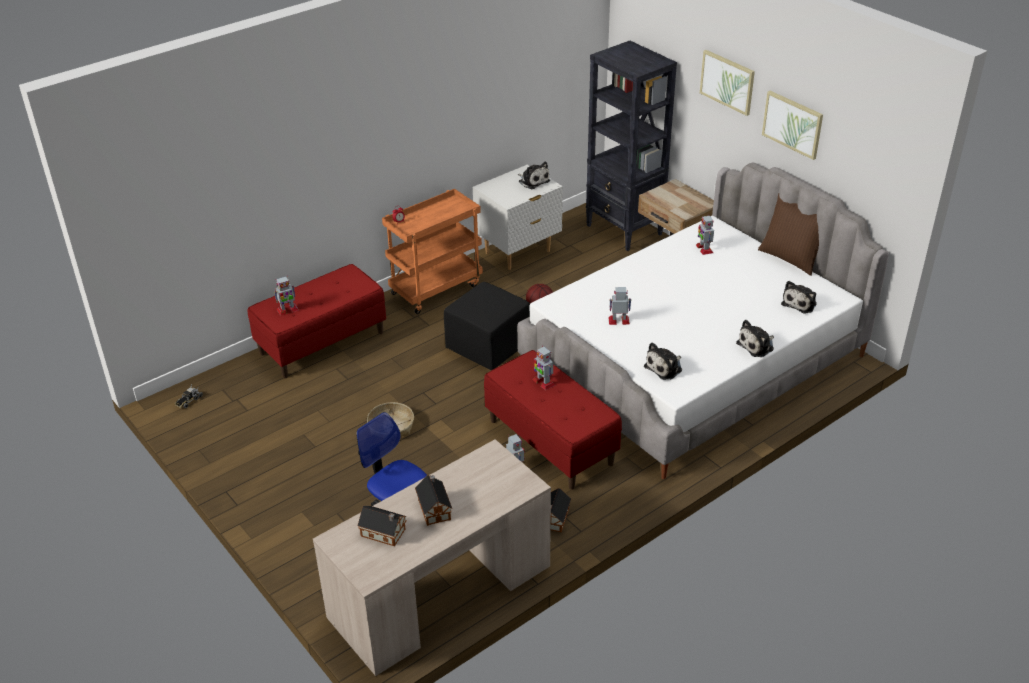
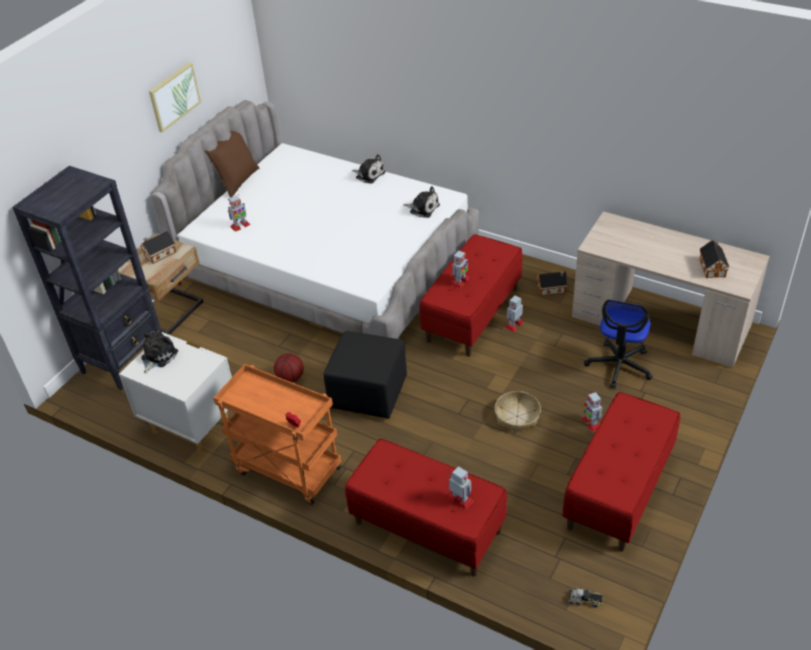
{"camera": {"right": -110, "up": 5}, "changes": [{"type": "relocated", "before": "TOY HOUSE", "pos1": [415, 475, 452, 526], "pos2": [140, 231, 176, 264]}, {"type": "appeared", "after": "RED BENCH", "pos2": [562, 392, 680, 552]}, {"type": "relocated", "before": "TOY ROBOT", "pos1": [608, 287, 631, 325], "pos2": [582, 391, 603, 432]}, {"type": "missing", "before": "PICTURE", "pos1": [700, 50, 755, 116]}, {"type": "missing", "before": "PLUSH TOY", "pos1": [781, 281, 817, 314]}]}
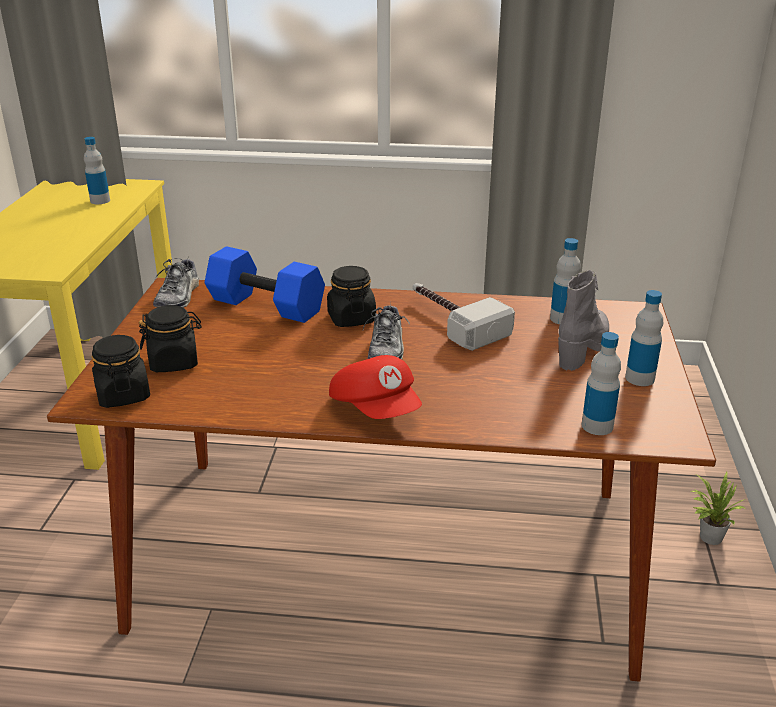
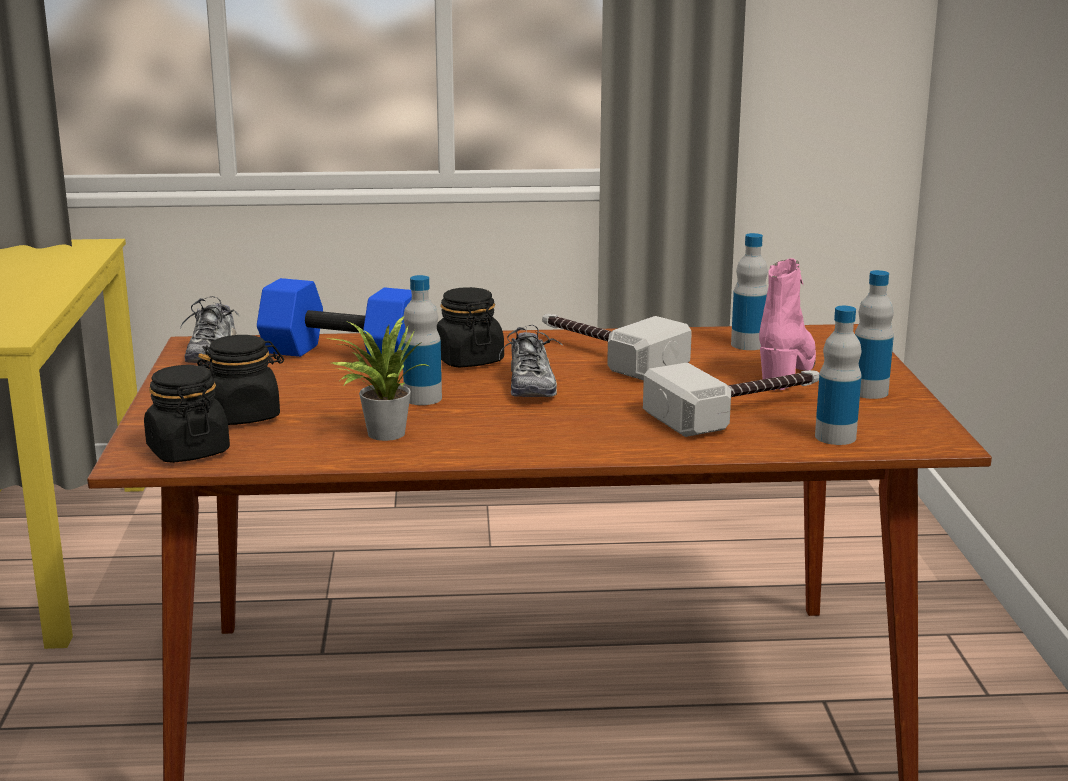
{"camera": {"right": -10, "up": -10}, "changes": [{"type": "relocated", "before": "POTTED PLANT", "pos1": [691, 472, 745, 545], "pos2": [331, 316, 430, 441]}, {"type": "relocated", "before": "BOTTLE", "pos1": [84, 137, 110, 204], "pos2": [402, 275, 442, 405]}, {"type": "appeared", "after": "HAMMER", "pos2": [643, 362, 819, 437]}, {"type": "colour", "before": "GREY BOOT", "after": "PINK BOOT", "pos1": [558, 270, 609, 371], "pos2": [759, 258, 816, 390]}, {"type": "missing", "before": "RED CAP", "pos1": [329, 355, 422, 419]}]}
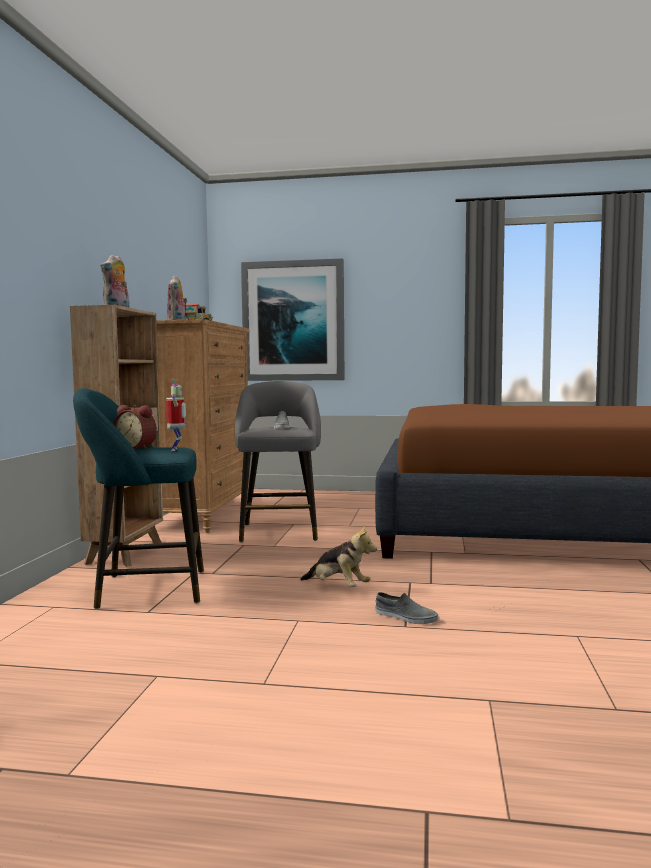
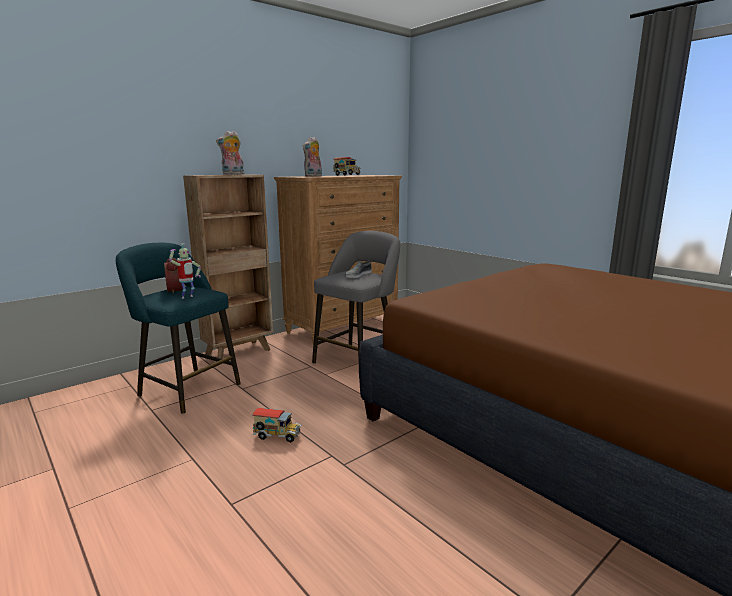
{"camera": {"right": 40, "up": 10}, "changes": [{"type": "exchanged", "before": "PLUSH TOY", "after": "TOY TRUCK", "pos1": [300, 526, 377, 587], "pos2": [252, 408, 302, 442]}, {"type": "missing", "before": "PICTURE", "pos1": [241, 258, 344, 381]}, {"type": "missing", "before": "GREY SHOE", "pos1": [376, 592, 438, 624]}]}
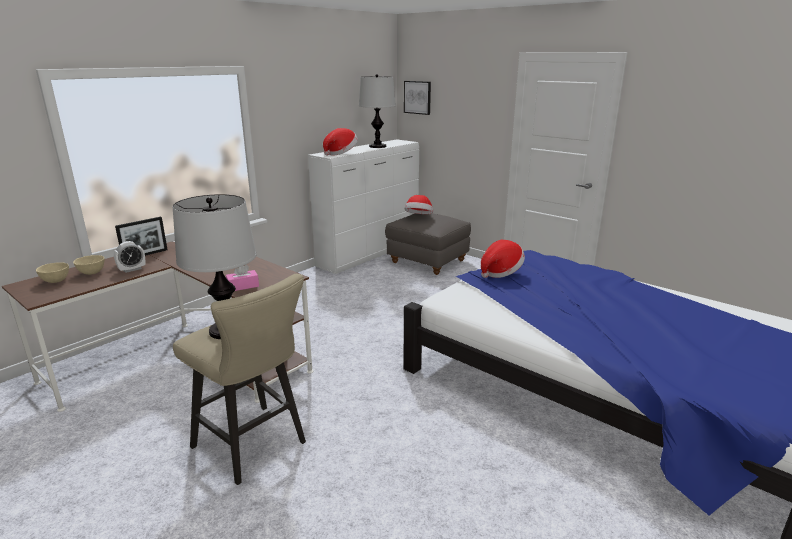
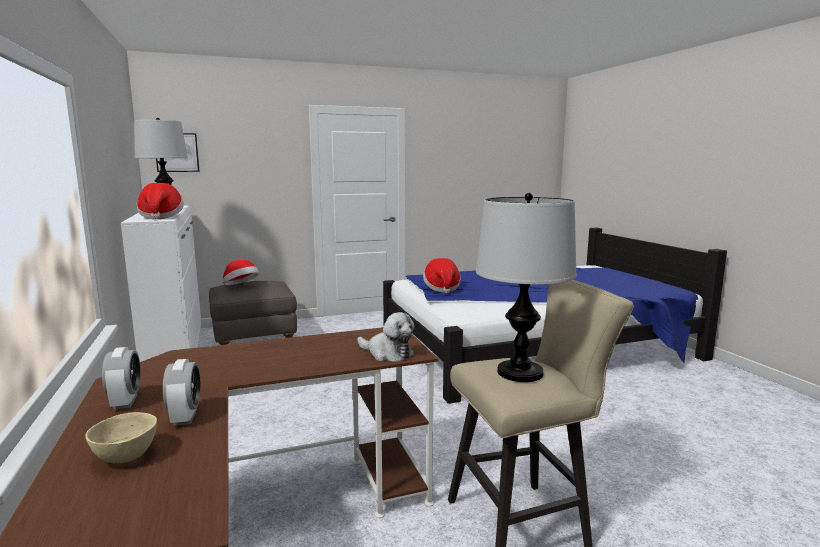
{"camera": {"right": -60, "up": -10}, "changes": [{"type": "exchanged", "before": "PICTURE FRAME", "after": "ALARM CLOCK", "pos1": [115, 216, 168, 256], "pos2": [102, 347, 141, 410]}, {"type": "exchanged", "before": "PINK TISSUE BOX", "after": "PLUSH TOY", "pos1": [226, 265, 259, 291], "pos2": [357, 312, 415, 362]}, {"type": "missing", "before": "BEIGE BOWL", "pos1": [36, 262, 69, 283]}]}
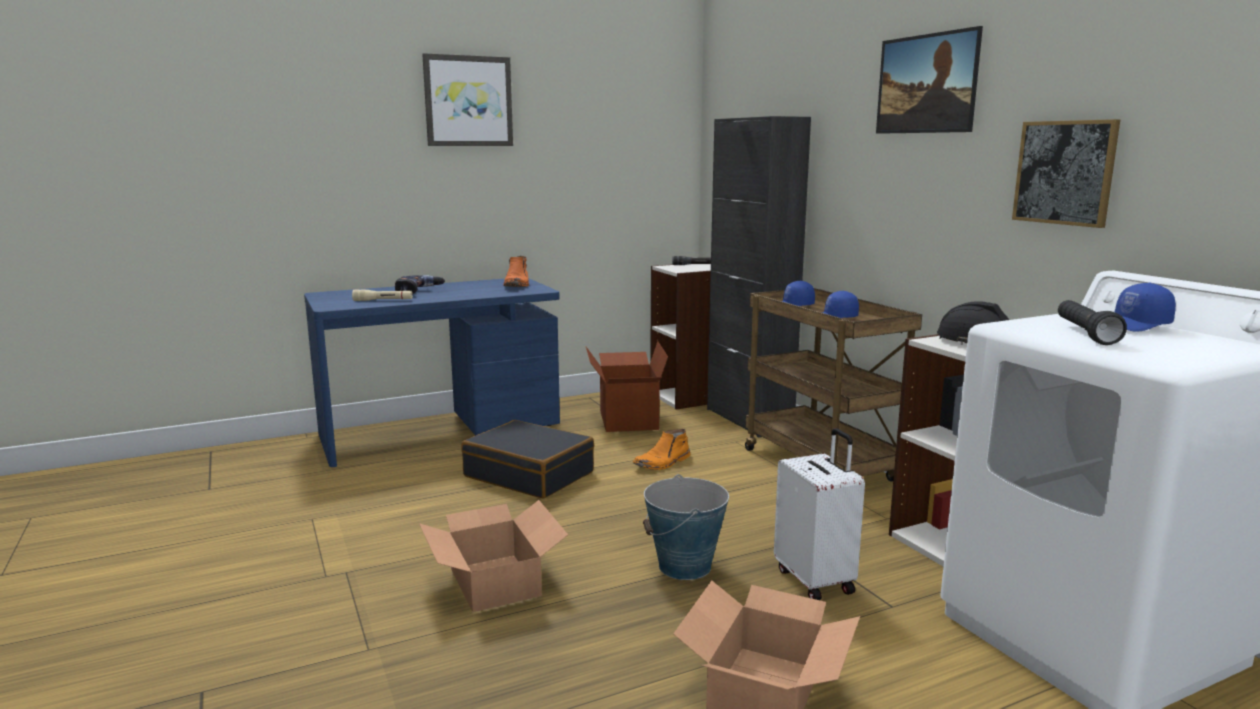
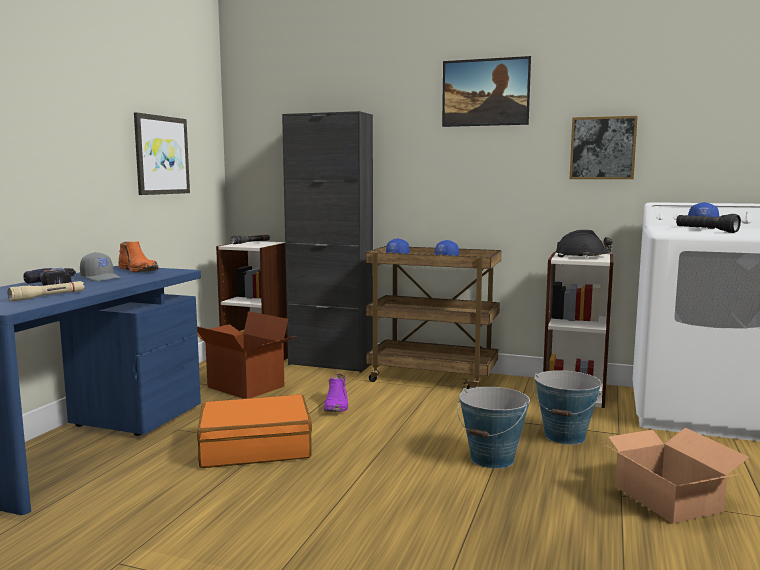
{"camera": {"right": -45, "up": -5}, "changes": [{"type": "appeared", "after": "GREY CAP", "pos2": [80, 252, 121, 281]}, {"type": "relocated", "before": "PICTURE", "pos1": [422, 53, 513, 146], "pos2": [134, 112, 190, 195]}, {"type": "colour", "before": "BLACK SUITCASE", "after": "ORANGE SUITCASE", "pos1": [461, 420, 594, 498], "pos2": [197, 394, 312, 468]}, {"type": "colour", "before": "ORANGE BOOT", "after": "PURPLE BOOT", "pos1": [633, 429, 690, 470], "pos2": [324, 374, 348, 412]}, {"type": "exchanged", "before": "WHITE SUITCASE", "after": "BUCKET", "pos1": [774, 428, 865, 600], "pos2": [533, 370, 602, 445]}, {"type": "missing", "before": "CARDBOARD BOX", "pos1": [419, 500, 568, 612]}]}
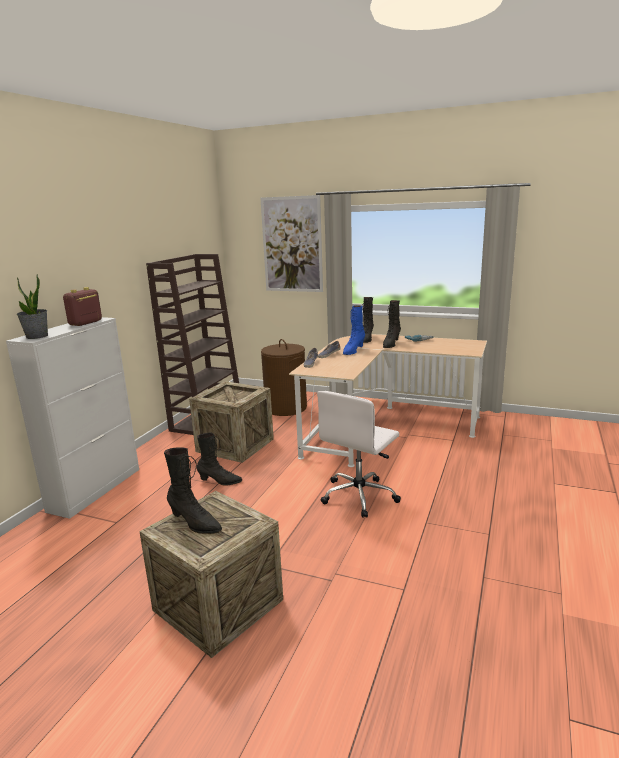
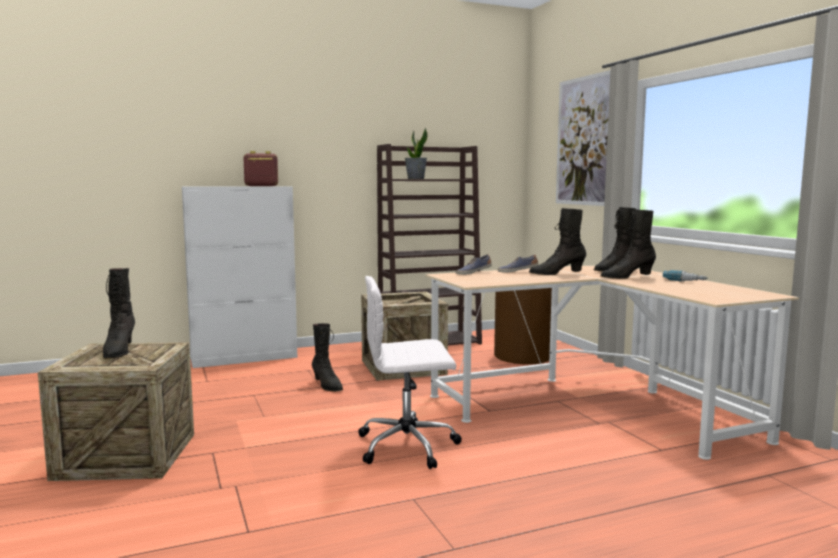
{"camera": {"right": 45, "up": -10}, "changes": [{"type": "relocated", "before": "POTTED PLANT", "pos1": [17, 274, 48, 339], "pos2": [404, 128, 428, 179]}, {"type": "colour", "before": "BLUE BOOT", "after": "BLACK BOOT", "pos1": [343, 305, 365, 355], "pos2": [529, 208, 586, 275]}]}
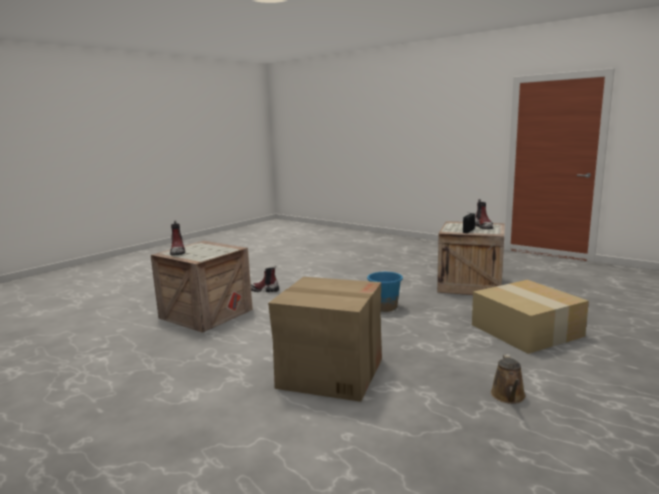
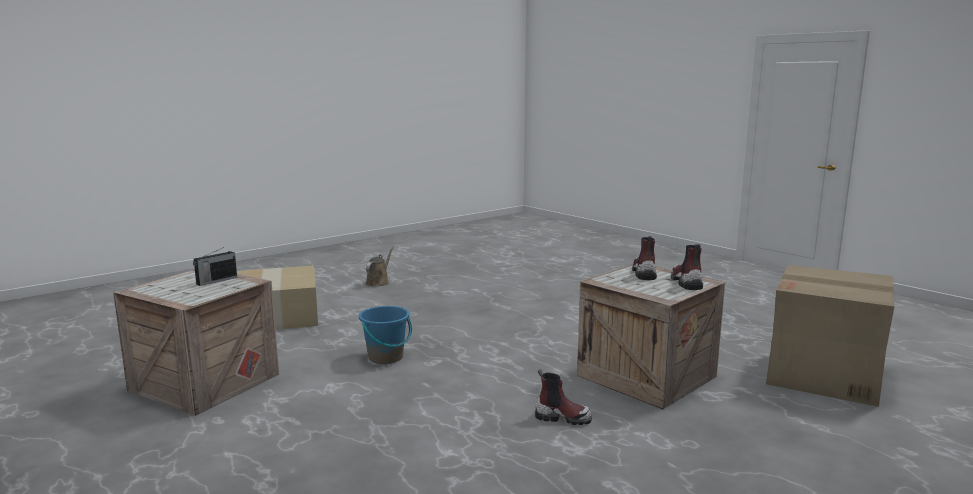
{"camera": {"right": -170, "up": 0}, "changes": [{"type": "relocated", "before": "BOOT", "pos1": [475, 199, 493, 229], "pos2": [632, 236, 657, 280]}, {"type": "relocated", "before": "CARDBOARD BOX", "pos1": [268, 277, 382, 402], "pos2": [766, 265, 894, 407]}]}
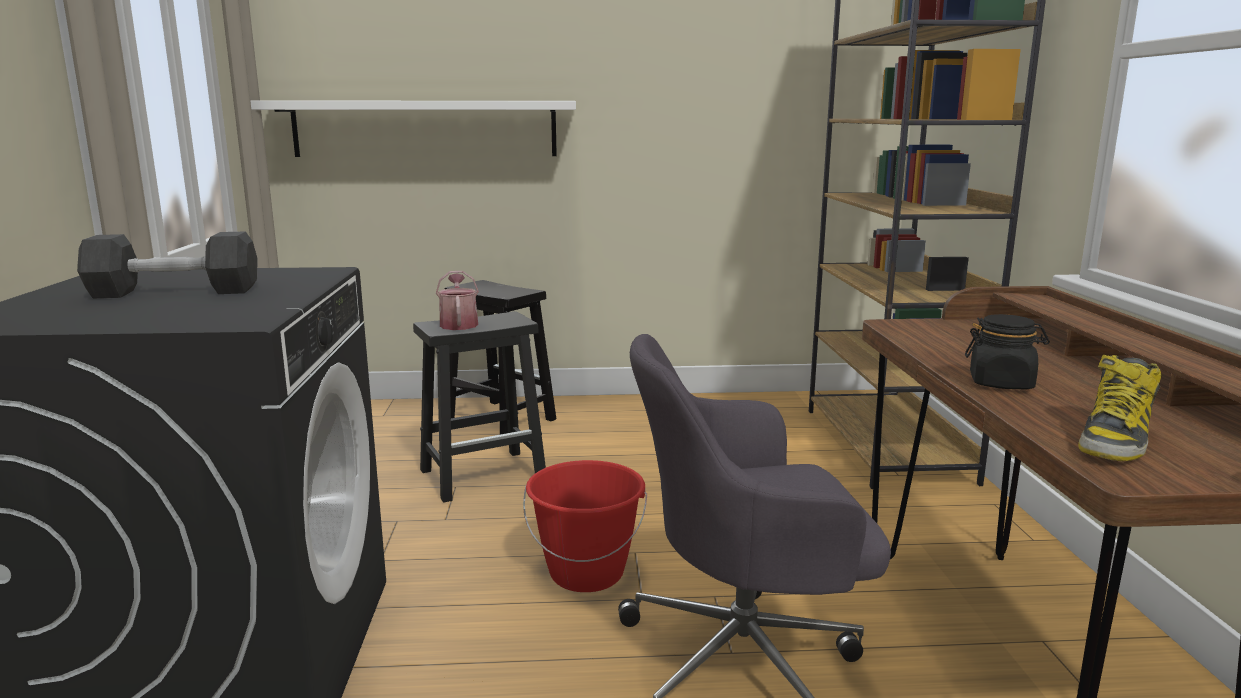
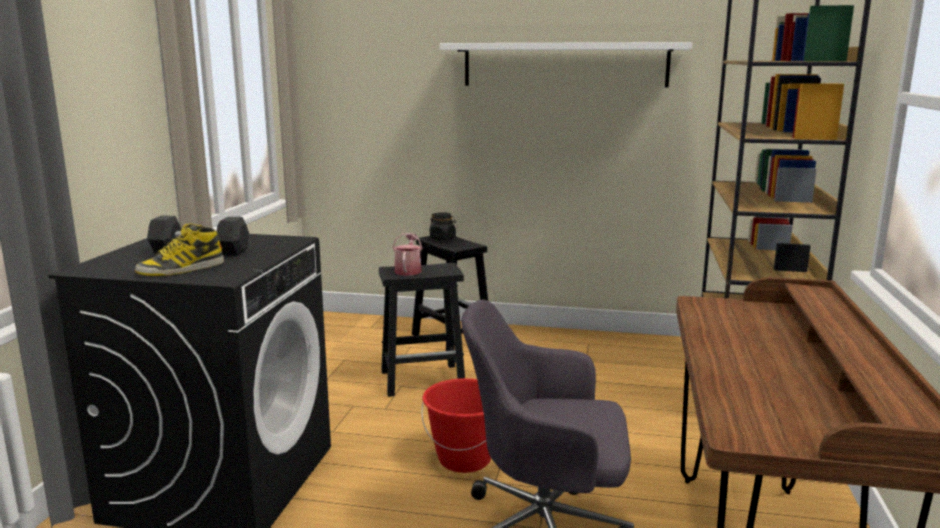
{"camera": {"right": 15, "up": 0}, "changes": [{"type": "relocated", "before": "BOOT", "pos1": [1078, 355, 1162, 462], "pos2": [135, 223, 224, 276]}, {"type": "relocated", "before": "BLACK JAR", "pos1": [965, 314, 1050, 389], "pos2": [430, 212, 456, 240]}, {"type": "relocated", "before": "WHITE SHELF", "pos1": [251, 100, 576, 157], "pos2": [440, 42, 692, 87]}]}
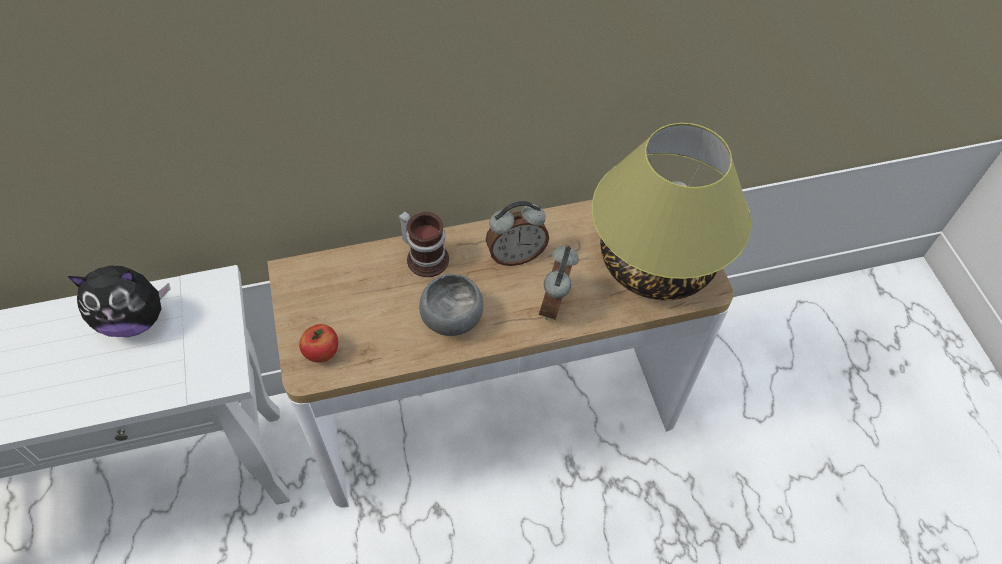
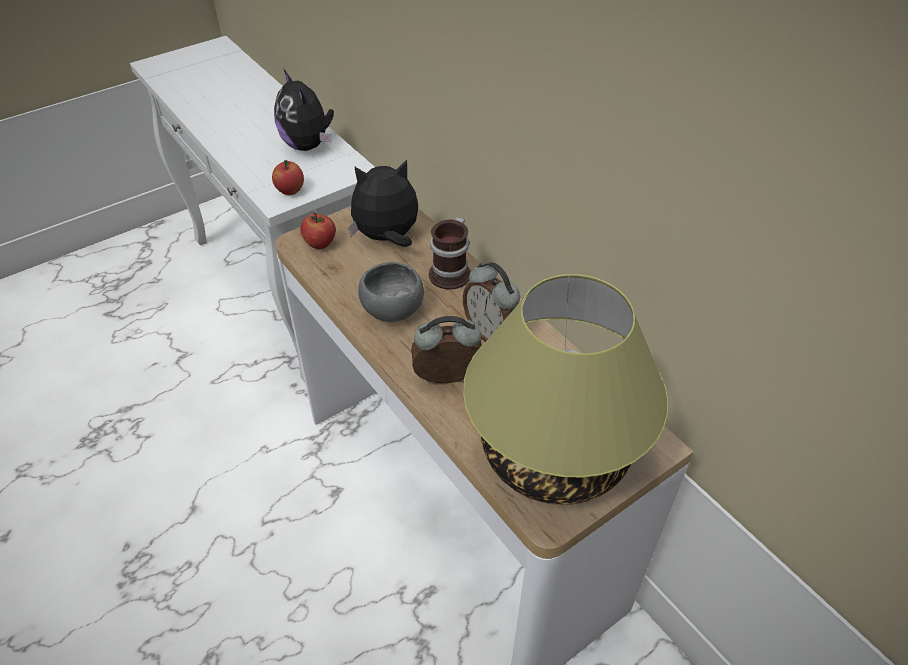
{"camera": {"right": 70, "up": -10}, "changes": [{"type": "appeared", "after": "APPLE", "pos2": [272, 160, 304, 195]}, {"type": "appeared", "after": "PLUSH TOY", "pos2": [348, 160, 418, 247]}]}
